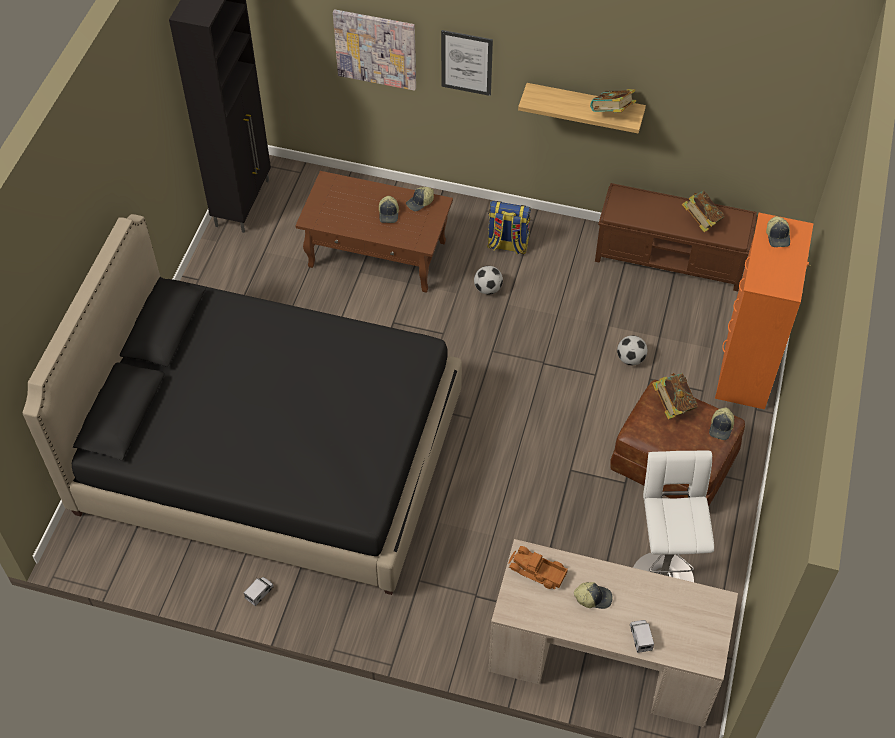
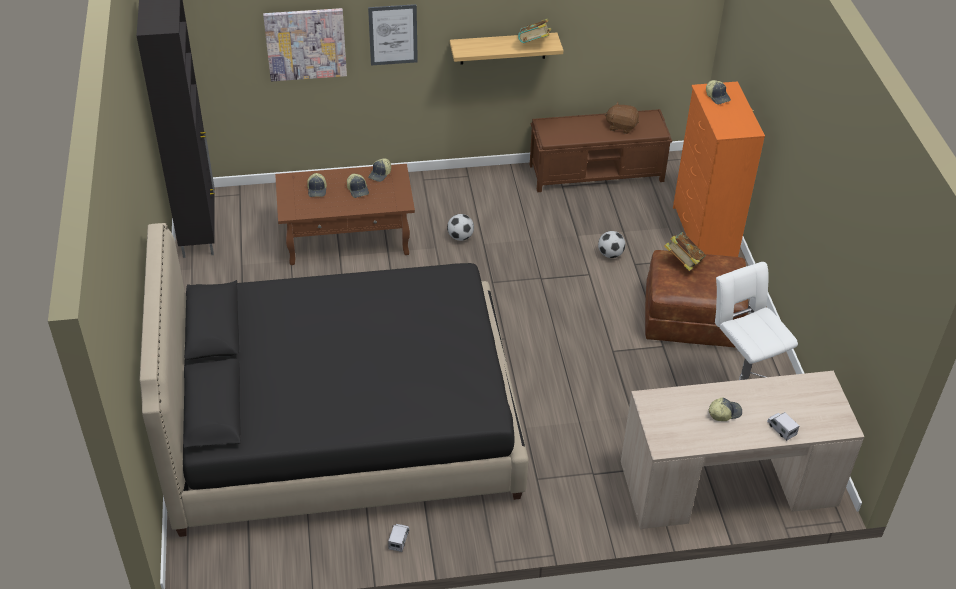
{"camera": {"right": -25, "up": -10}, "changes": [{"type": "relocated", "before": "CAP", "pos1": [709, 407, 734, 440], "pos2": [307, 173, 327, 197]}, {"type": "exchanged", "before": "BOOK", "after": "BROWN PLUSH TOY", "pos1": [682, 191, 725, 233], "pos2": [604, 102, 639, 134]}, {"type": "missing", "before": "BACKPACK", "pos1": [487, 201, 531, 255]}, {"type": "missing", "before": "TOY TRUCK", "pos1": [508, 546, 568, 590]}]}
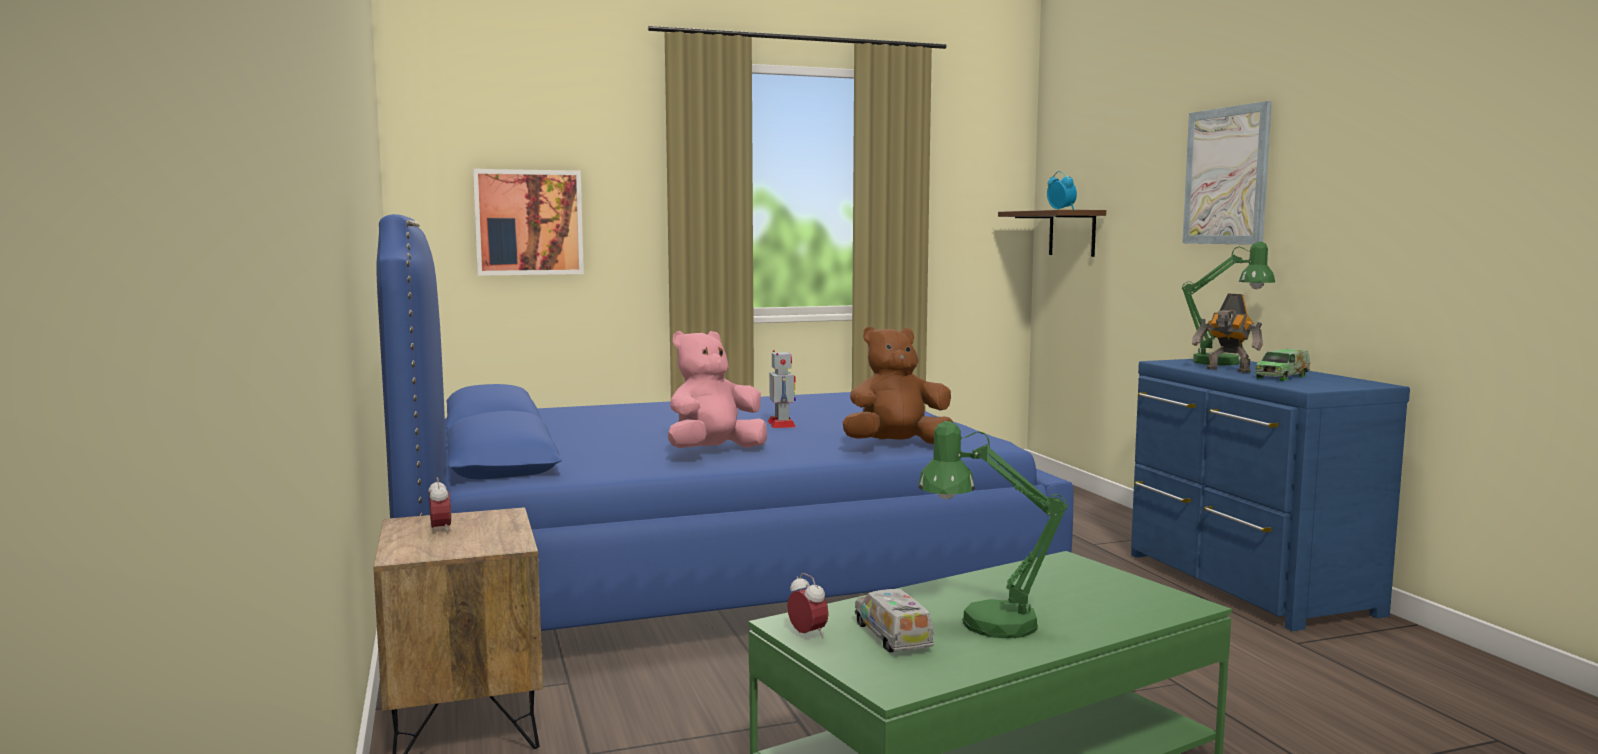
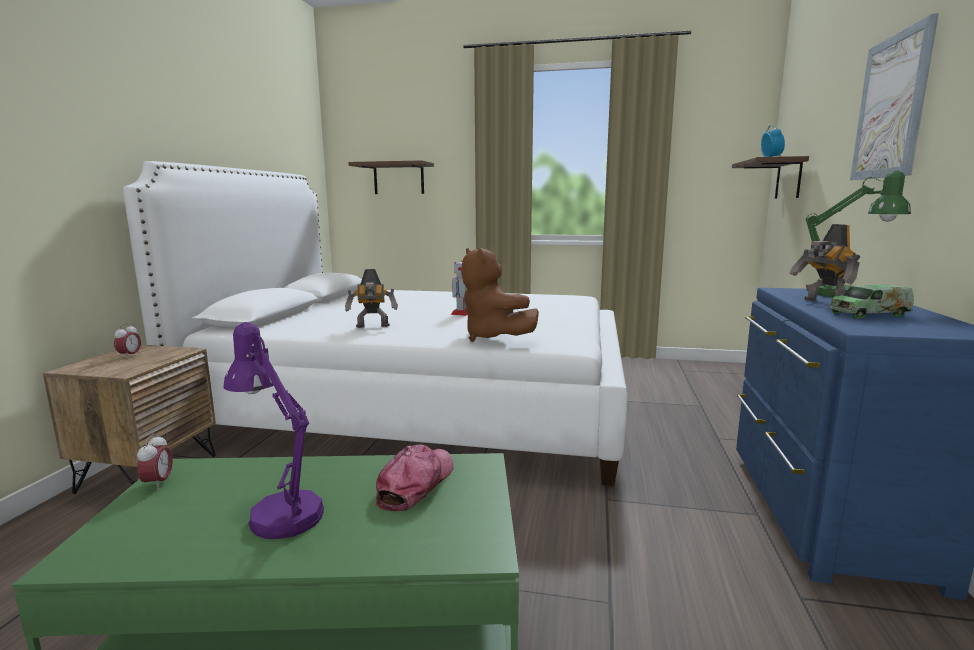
{"camera": {"right": 30, "up": 5}, "changes": [{"type": "colour", "before": "BLUE BED", "after": "WHITE BED", "pos1": [377, 214, 1074, 631], "pos2": [123, 161, 627, 486]}, {"type": "colour", "before": "GREEN TABLE LAMP", "after": "PURPLE TABLE LAMP", "pos1": [918, 421, 1068, 638], "pos2": [224, 322, 324, 539]}, {"type": "exchanged", "before": "PINK PLUSH TOY", "after": "TOY ROBOT", "pos1": [668, 331, 767, 448], "pos2": [345, 269, 398, 328]}, {"type": "exchanged", "before": "PICTURE", "after": "BROWN SHELF", "pos1": [473, 169, 584, 276], "pos2": [348, 160, 434, 194]}, {"type": "appeared", "after": "CAP", "pos2": [376, 445, 453, 511]}, {"type": "spun", "before": "BROWN PLUSH TOY", "pos1": [843, 326, 953, 444], "pos2": [461, 248, 539, 342], "turn": -135}, {"type": "missing", "before": "TOY TRUCK", "pos1": [855, 589, 934, 652]}]}
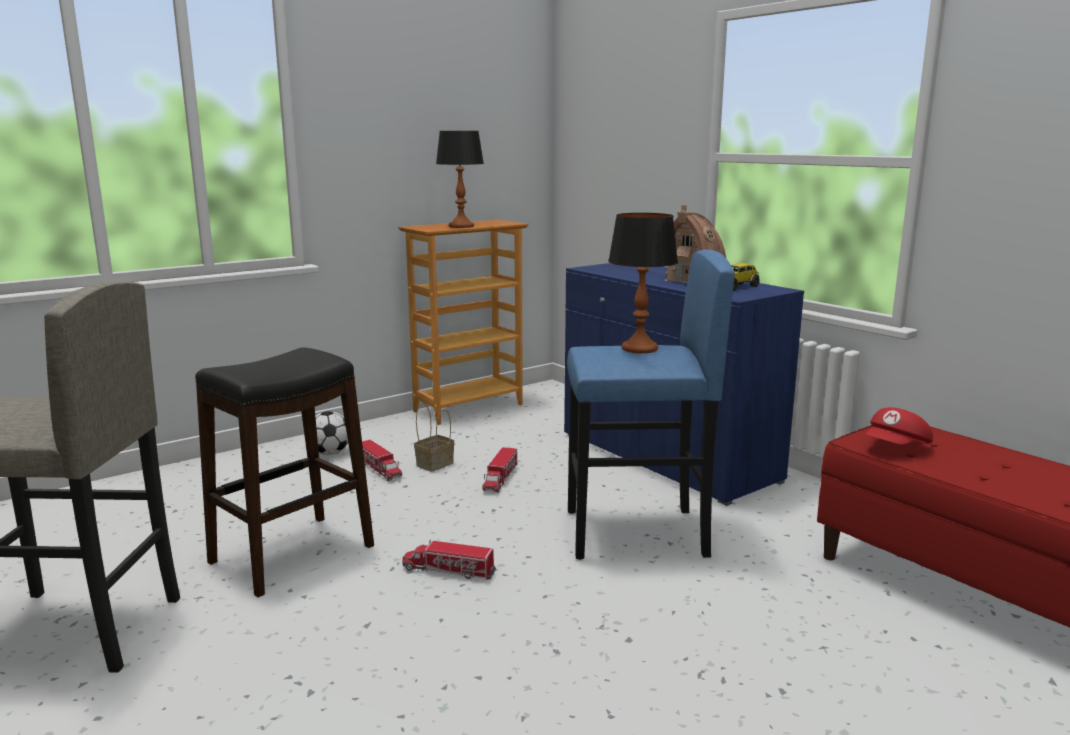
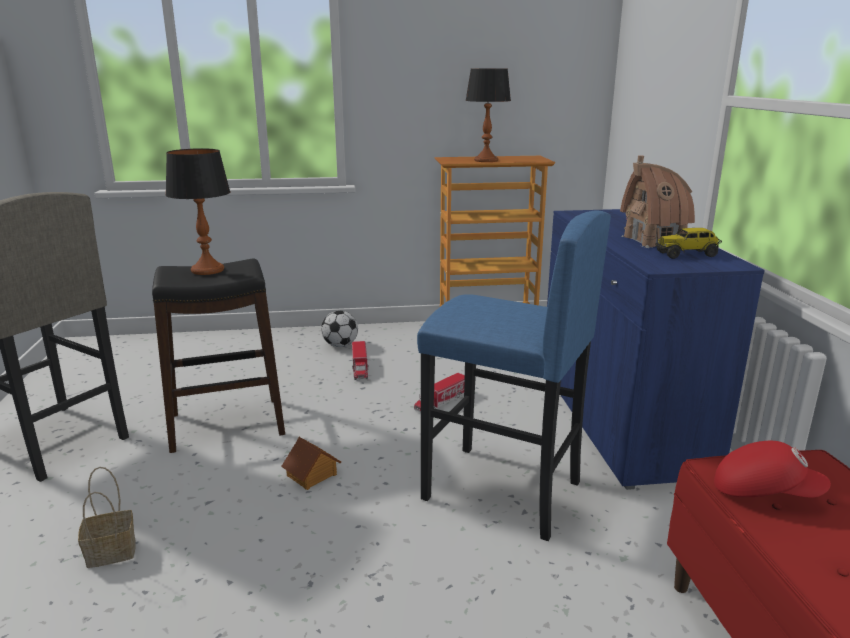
{"camera": {"right": 30, "up": 5}, "changes": [{"type": "relocated", "before": "BASKET", "pos1": [414, 403, 454, 472], "pos2": [78, 467, 136, 568]}, {"type": "relocated", "before": "TABLE LAMP", "pos1": [608, 213, 678, 353], "pos2": [165, 148, 230, 275]}, {"type": "exchanged", "before": "TOY TRUCK", "after": "TOY HOUSE", "pos1": [402, 540, 497, 580], "pos2": [281, 437, 341, 490]}, {"type": "spun", "before": "RED CAP", "pos1": [865, 407, 933, 445], "pos2": [714, 441, 831, 498], "turn": -150}]}
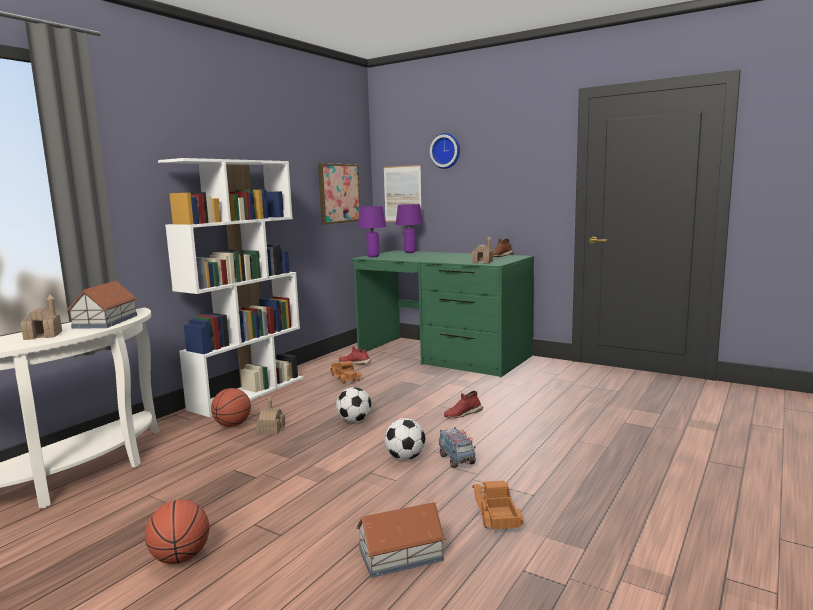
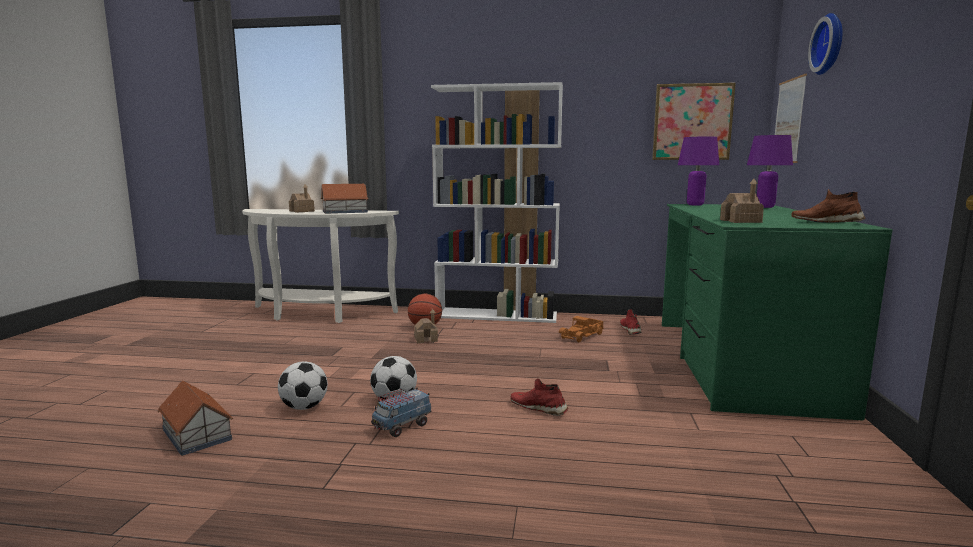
{"camera": {"right": 65, "up": 0}, "changes": [{"type": "relocated", "before": "FOOTBALL", "pos1": [336, 387, 371, 423], "pos2": [278, 361, 328, 410]}, {"type": "missing", "before": "BASKETBALL", "pos1": [145, 500, 209, 564]}, {"type": "missing", "before": "TOY TRUCK", "pos1": [472, 481, 524, 530]}]}
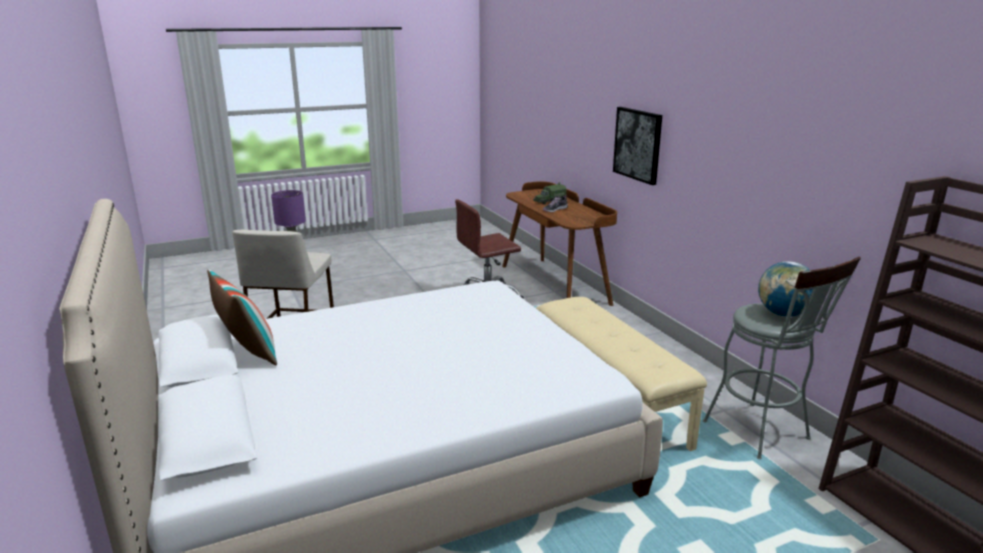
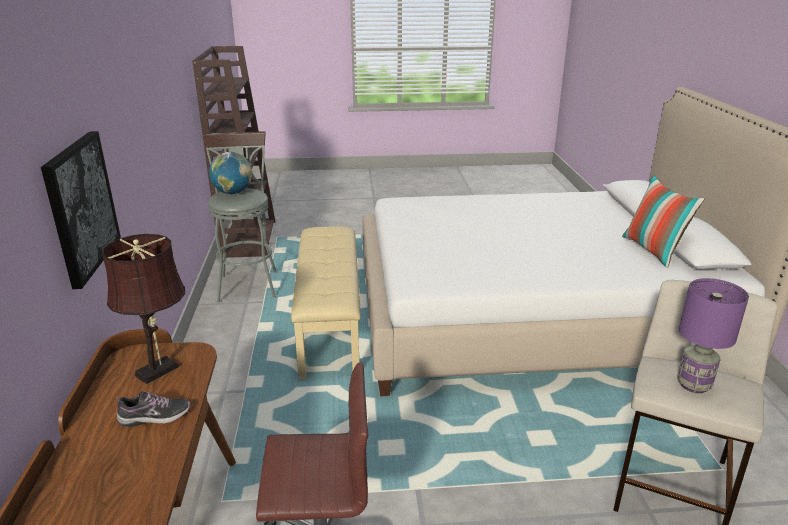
{"camera": {"right": -160, "up": 5}, "changes": [{"type": "appeared", "after": "BROWN TABLE LAMP", "pos2": [102, 234, 185, 384]}, {"type": "missing", "before": "TOY TRUCK", "pos1": [533, 182, 566, 204]}]}
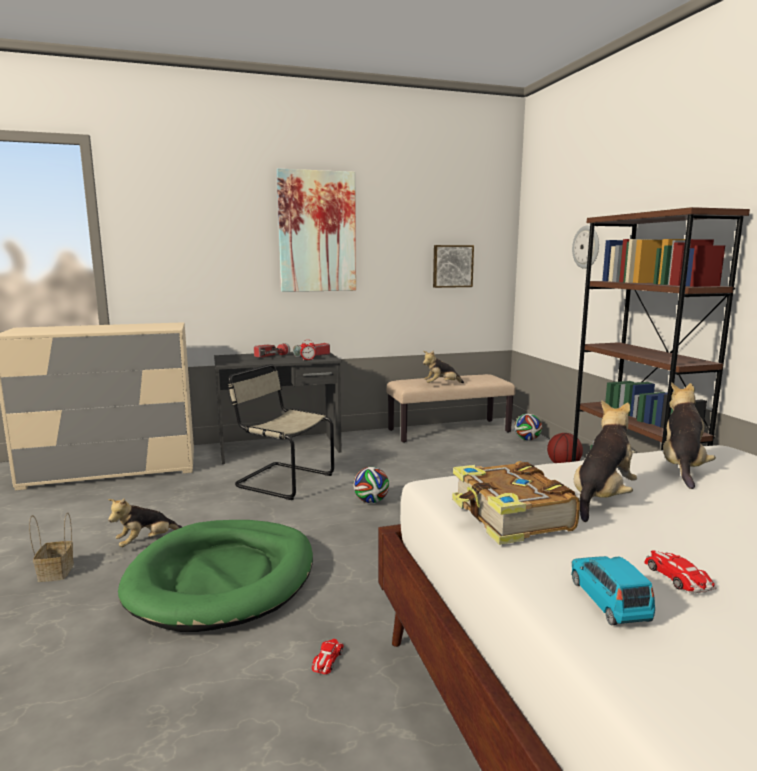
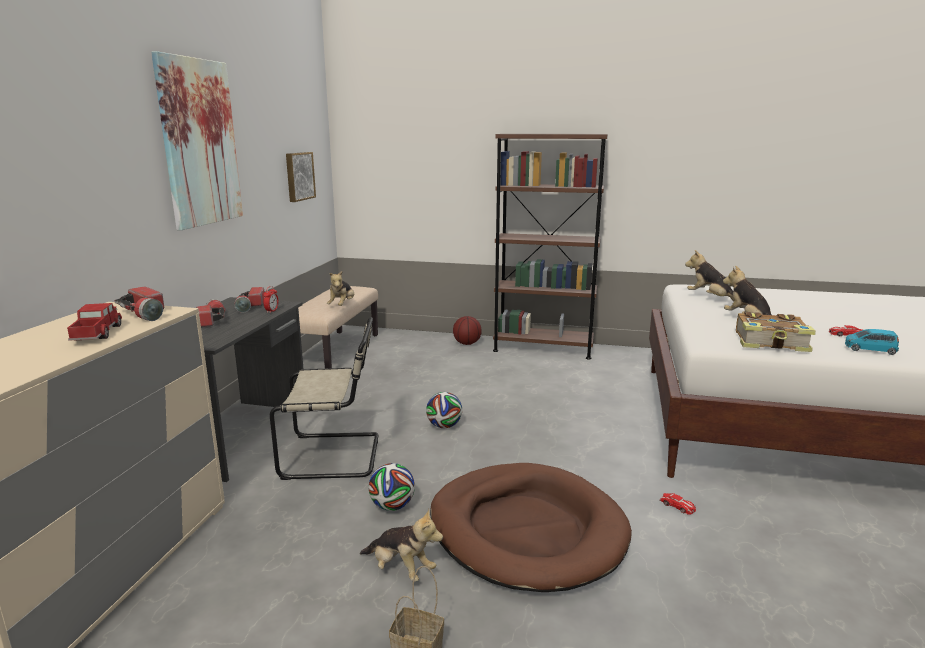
{"camera": {"right": -60, "up": 5}, "changes": [{"type": "appeared", "after": "TOY TRUCK", "pos2": [67, 303, 122, 341]}, {"type": "appeared", "after": "FLASHLIGHT", "pos2": [115, 286, 164, 321]}, {"type": "spun", "before": "BEIGE CHAIR", "pos1": [228, 364, 334, 500], "pos2": [270, 317, 379, 480], "turn": -150}, {"type": "spun", "before": "PLUSH TOY", "pos1": [108, 498, 182, 547], "pos2": [360, 509, 443, 582], "turn": -45}, {"type": "relocated", "before": "FOOTBALL", "pos1": [514, 414, 542, 440], "pos2": [369, 463, 415, 511]}, {"type": "colour", "before": "GREEN DOG BED", "after": "BROWN DOG BED", "pos1": [118, 520, 313, 632], "pos2": [430, 463, 632, 592]}, {"type": "missing", "before": "WALL CLOCK", "pos1": [572, 226, 599, 269]}]}
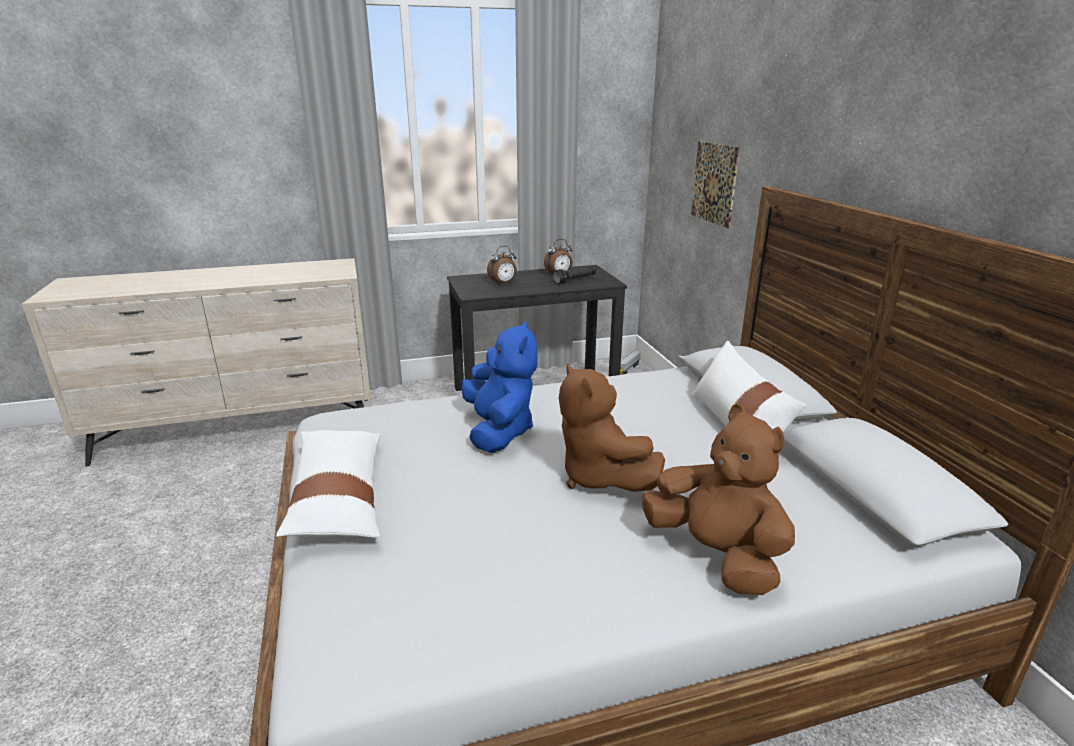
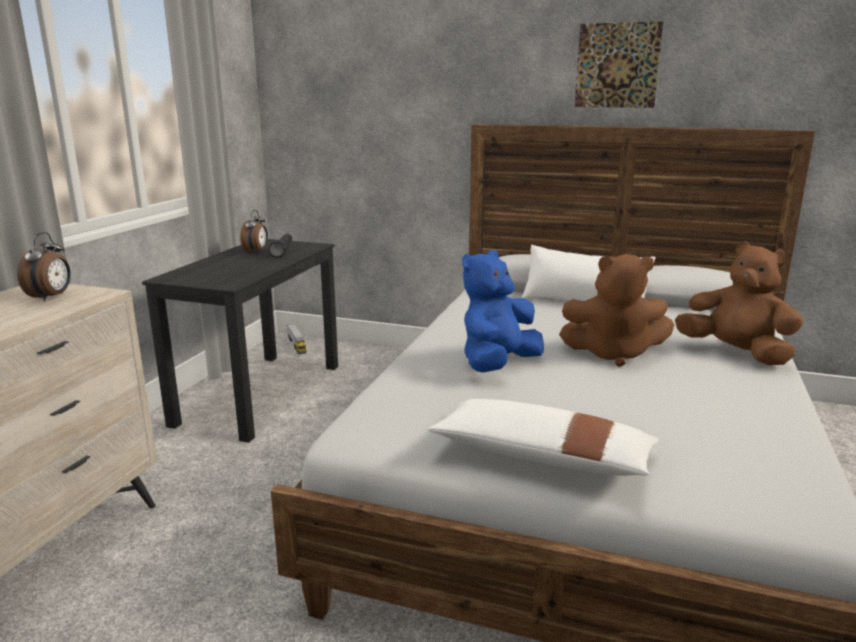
{"camera": {"right": -55, "up": -5}, "changes": [{"type": "relocated", "before": "ALARM CLOCK", "pos1": [487, 246, 517, 285], "pos2": [17, 232, 71, 301]}, {"type": "spun", "before": "BLUE PLUSH TOY", "pos1": [461, 320, 538, 453], "pos2": [462, 250, 544, 373], "turn": -75}, {"type": "relocated", "before": "PICTURE", "pos1": [691, 141, 740, 228], "pos2": [575, 21, 663, 108]}, {"type": "spun", "before": "BROWN PLUSH TOY", "pos1": [642, 404, 795, 595], "pos2": [675, 241, 803, 365], "turn": 45}]}
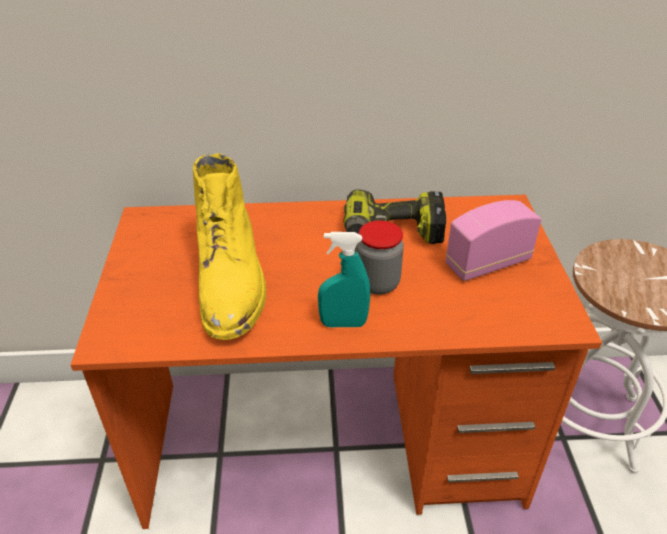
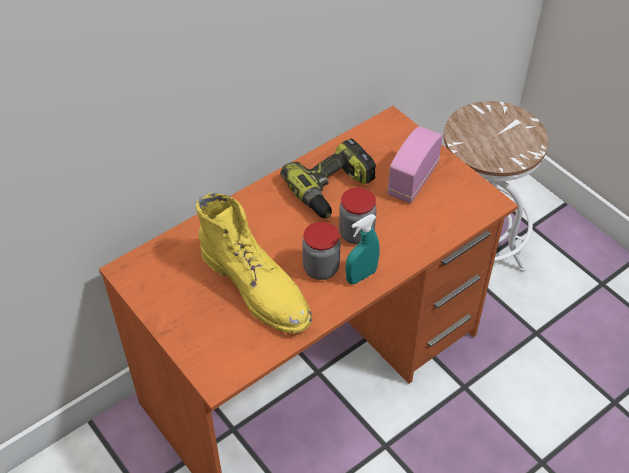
{"camera": {"right": -35, "up": 10}, "changes": [{"type": "appeared", "after": "JAR", "pos2": [302, 222, 340, 280]}]}
